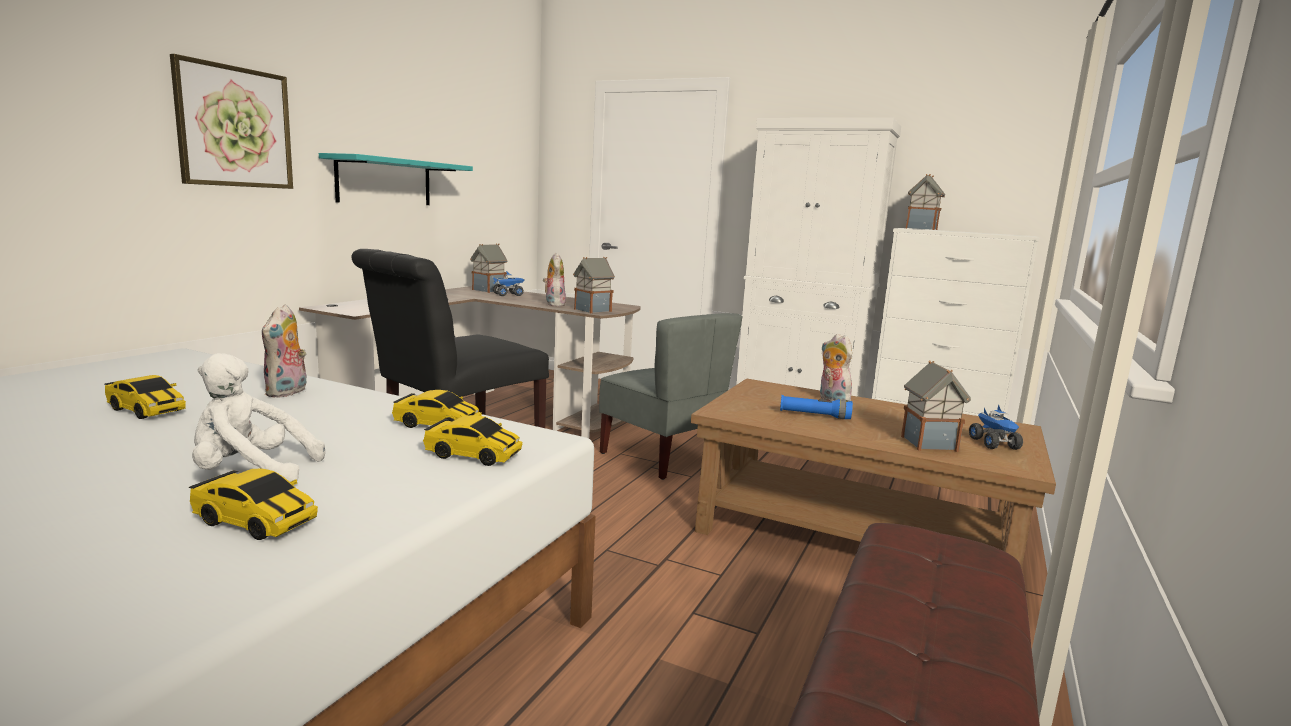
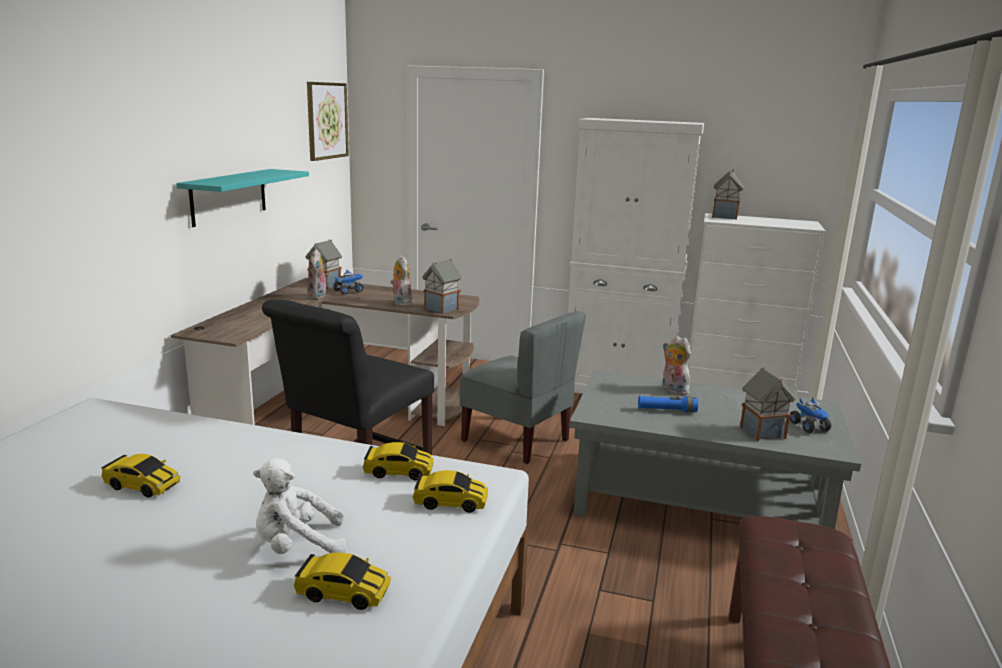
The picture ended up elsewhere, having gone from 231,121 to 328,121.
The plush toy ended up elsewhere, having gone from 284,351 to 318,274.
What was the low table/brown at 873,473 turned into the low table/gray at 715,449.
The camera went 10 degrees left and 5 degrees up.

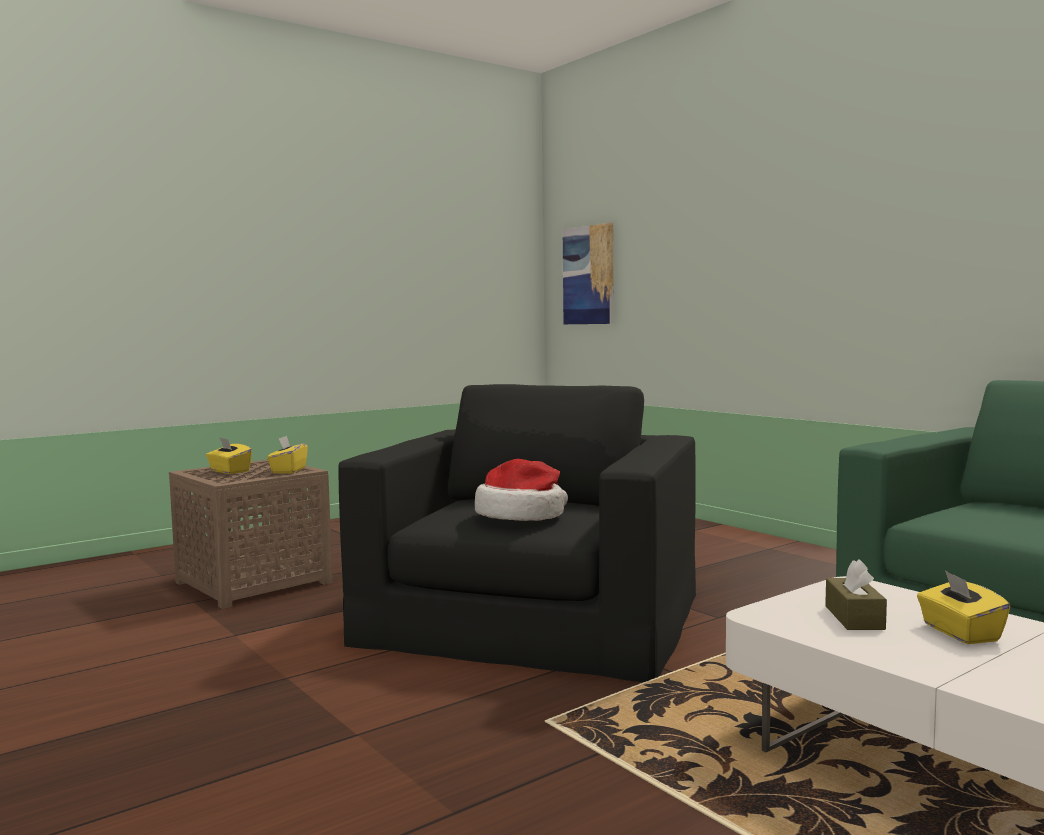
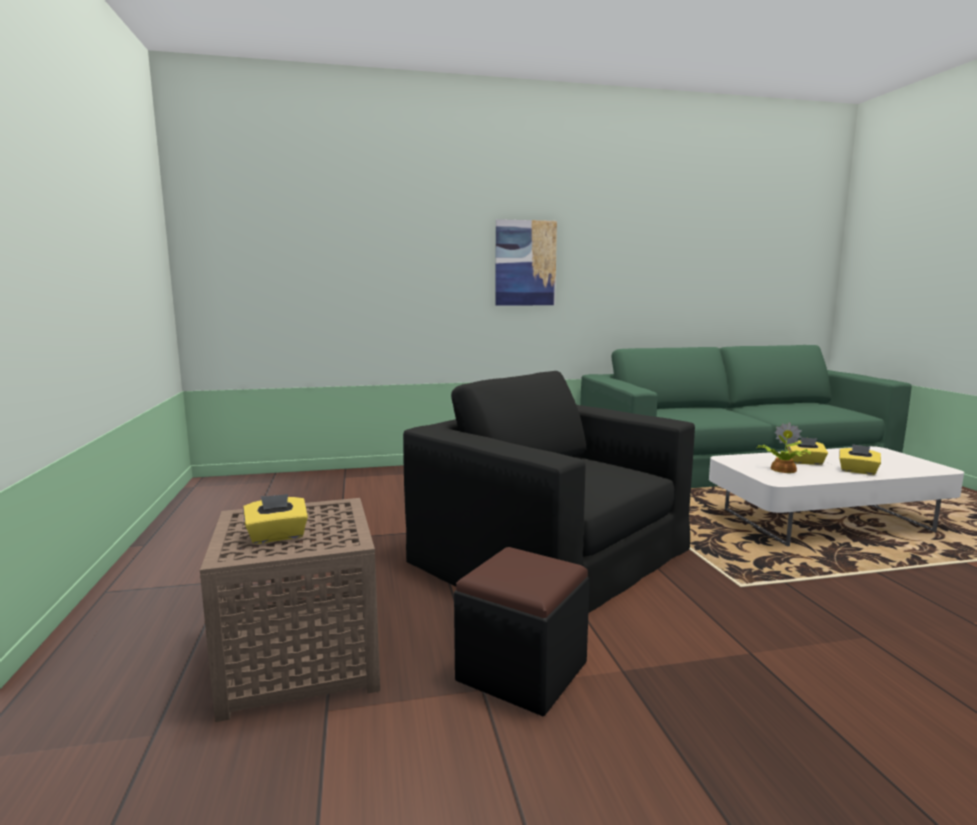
The second view lost the wearable hat at 521,490.
The second view gained the pouffe/black at 522,631.
The box of tissues/yellowish ended up elsewhere, having gone from 287,454 to 860,459.
The picture ended up elsewhere, having gone from 588,273 to 526,262.
Where the box of tissues/brown stood at 856,594, the potted plant came to stand at 784,447.
The camera went 65 degrees left and 5 degrees up.

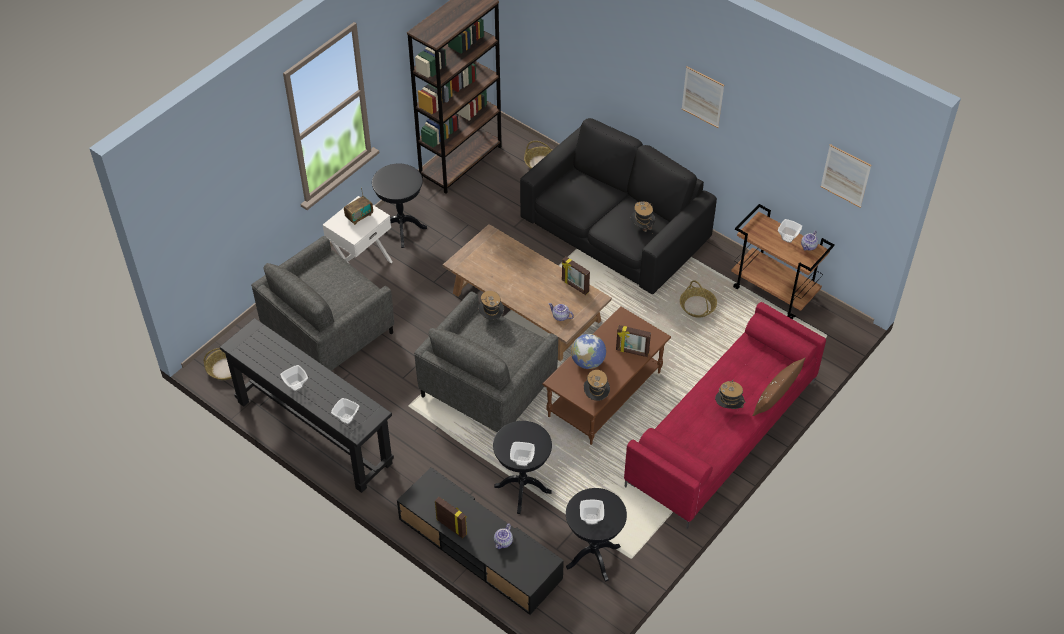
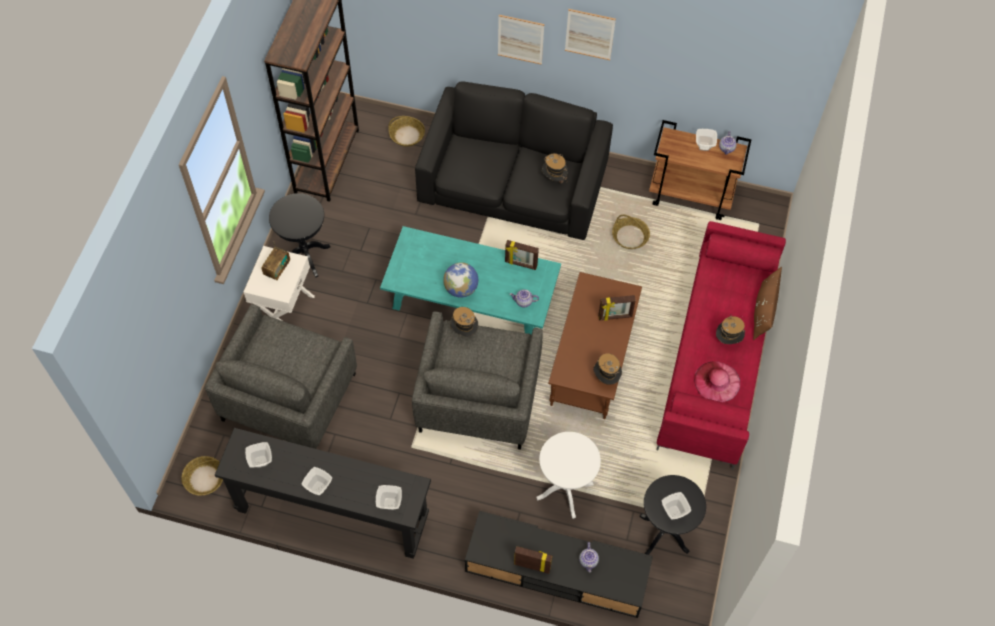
The second view gained the wearable hat/pink-coloured at 717,381.
The bowl ended up elsewhere, having gone from 522,454 to 258,455.
The globe ended up elsewhere, having gone from 588,351 to 460,280.
The picture ended up elsewhere, having gone from 846,176 to 521,40.
What was the low table/brown at 527,292 turned into the low table/turquoise at 470,280.
What was the end table/black at 522,467 turned into the end table/white-coloured at 568,475.
The camera went 25 degrees left and 10 degrees up.

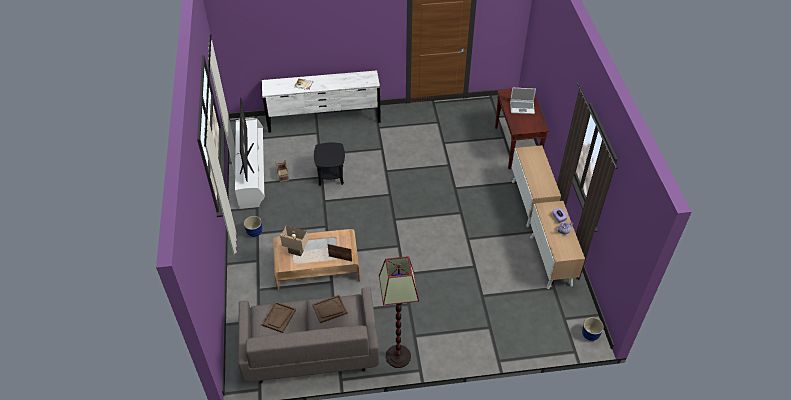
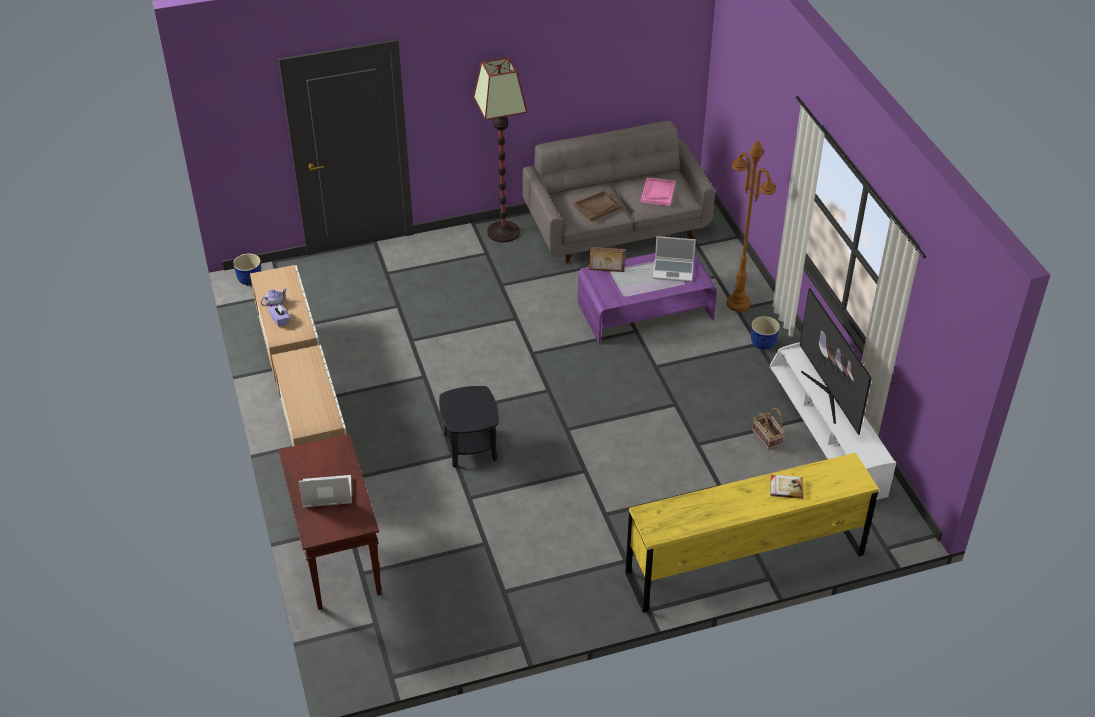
The second view gained the floor lamp/brown at 751,226.
The end table/black ended up elsewhere, having gone from 329,164 to 469,427.
Where the table lamp/sand-coloured stood at 294,241, the notebook computer came to stand at 674,259.
What was the drawer chest/white-coloured at 321,101 turned into the drawer chest/yellowish at 752,533.
What was the carrying tray/brown at 279,317 turned into the carrying tray/pink-coloured at 658,191.
What was the low table/brown at 316,260 turned into the low table/purplish at 647,298.
The camera went 170 degrees right and 5 degrees down.

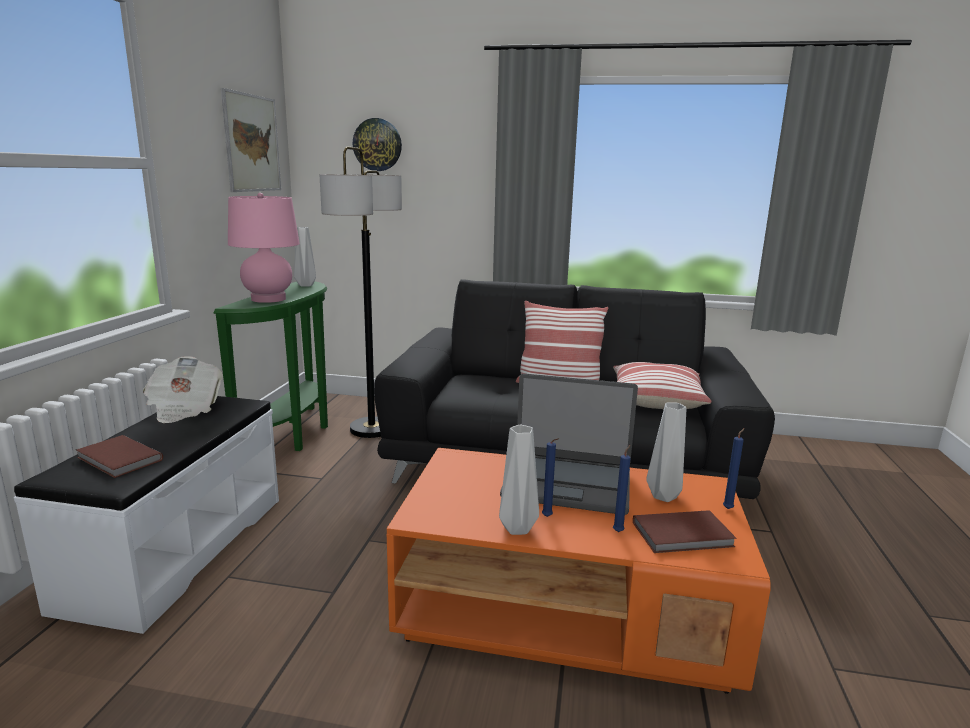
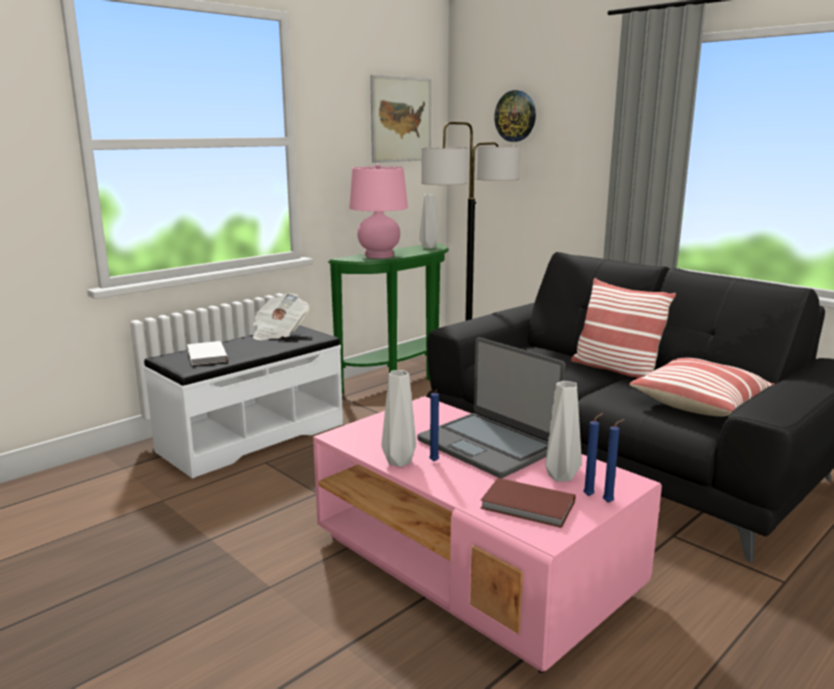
The wax light/blue-coloured ended up elsewhere, having gone from 621,488 to 593,454.
What was the book/brown at 119,456 turned into the book/white-coloured at 207,353.
What was the low table/orange-coloured at 579,571 turned into the low table/pink-coloured at 487,534.
The camera went 35 degrees right and 0 degrees up.

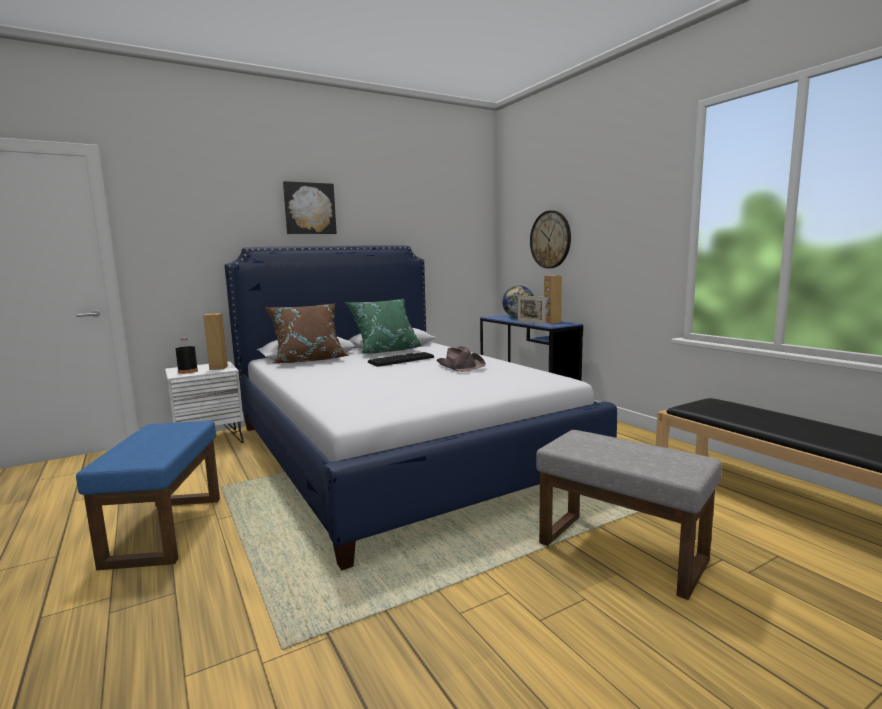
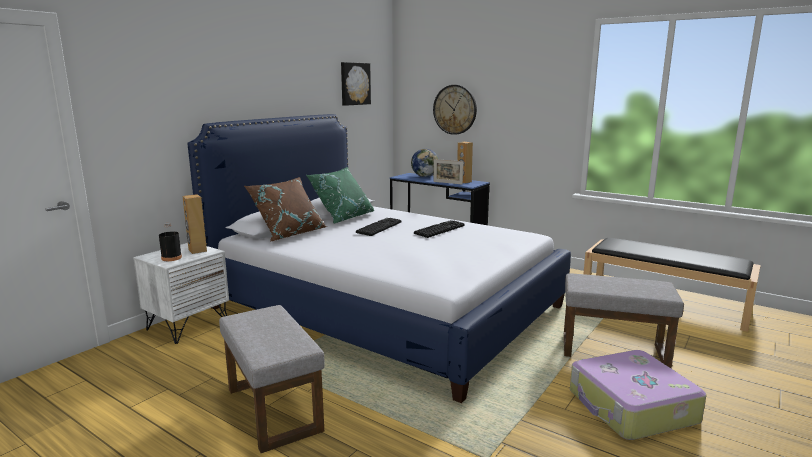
The second view gained the travel case at 638,395.
The picture ended up elsewhere, having gone from 310,207 to 356,84.
Where the wearable hat/brown stood at 461,359, the PC keyboard came to stand at 439,229.
What was the pouffe/blue-coloured at 148,496 turned into the pouffe/gray at 272,379.
The camera went 25 degrees left and 5 degrees up.

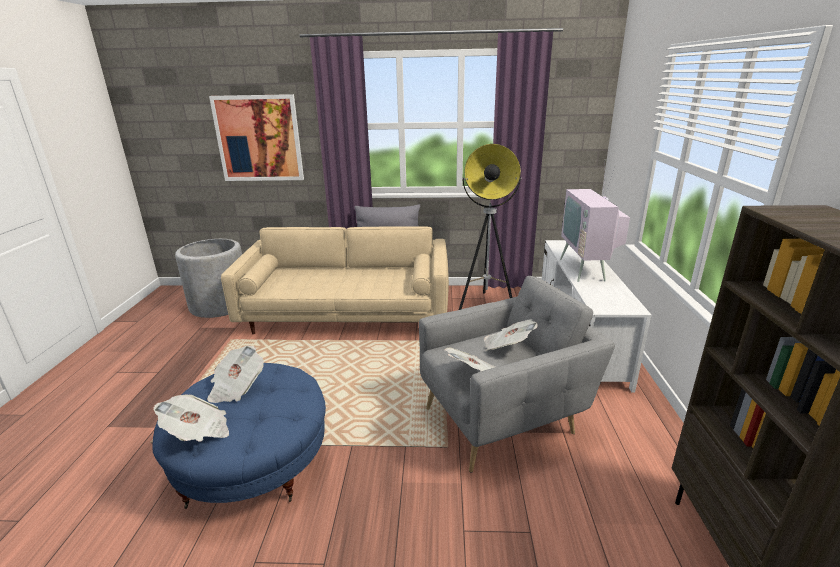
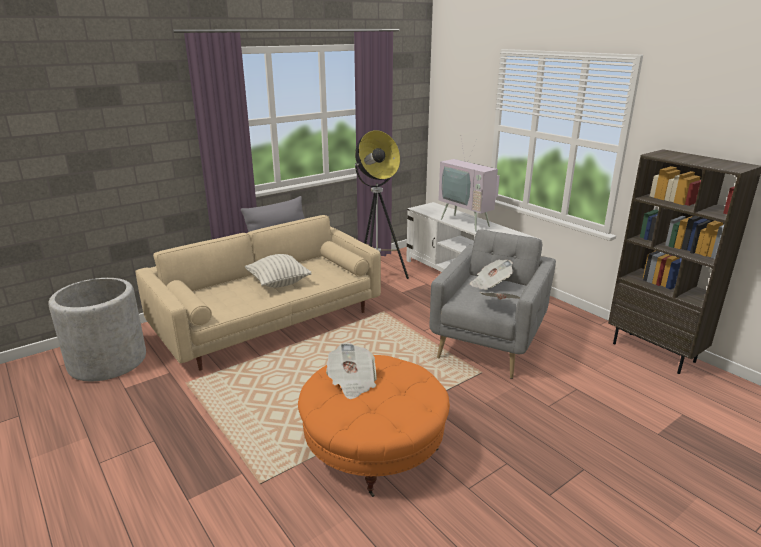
The second view lost the printed paper at 191,418.
The second view lost the picture at 256,137.
The second view gained the pillow at 278,271.
What was the pouffe/blue-coloured at 239,436 turned into the pouffe/orange-coloured at 374,426.
The camera went 40 degrees left and 0 degrees up.

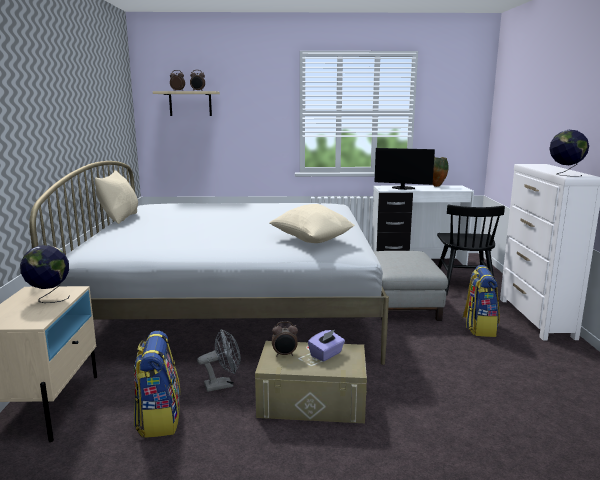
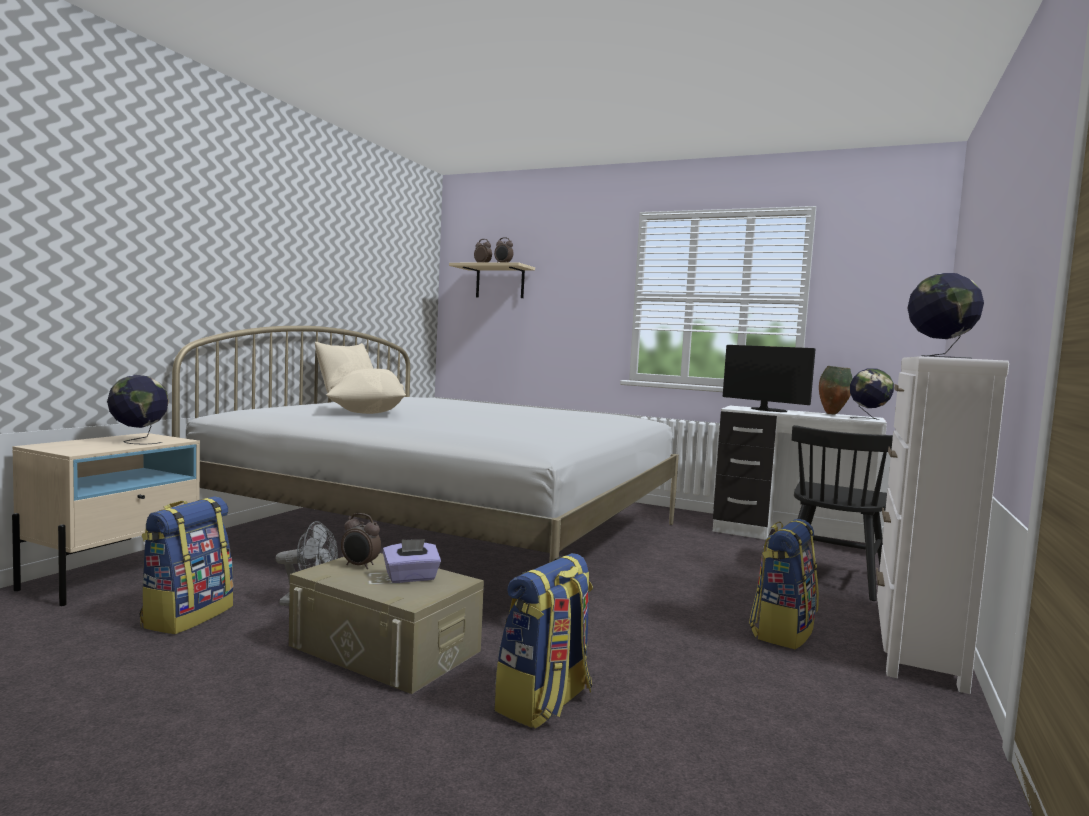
The second view lost the pouffe/gray at 411,286.
The second view gained the rucksack at 544,641.
The second view gained the globe at 872,394.
The pillow/sand-coloured ended up elsewhere, having gone from 312,223 to 366,391.
The camera went 25 degrees right and 10 degrees down.

